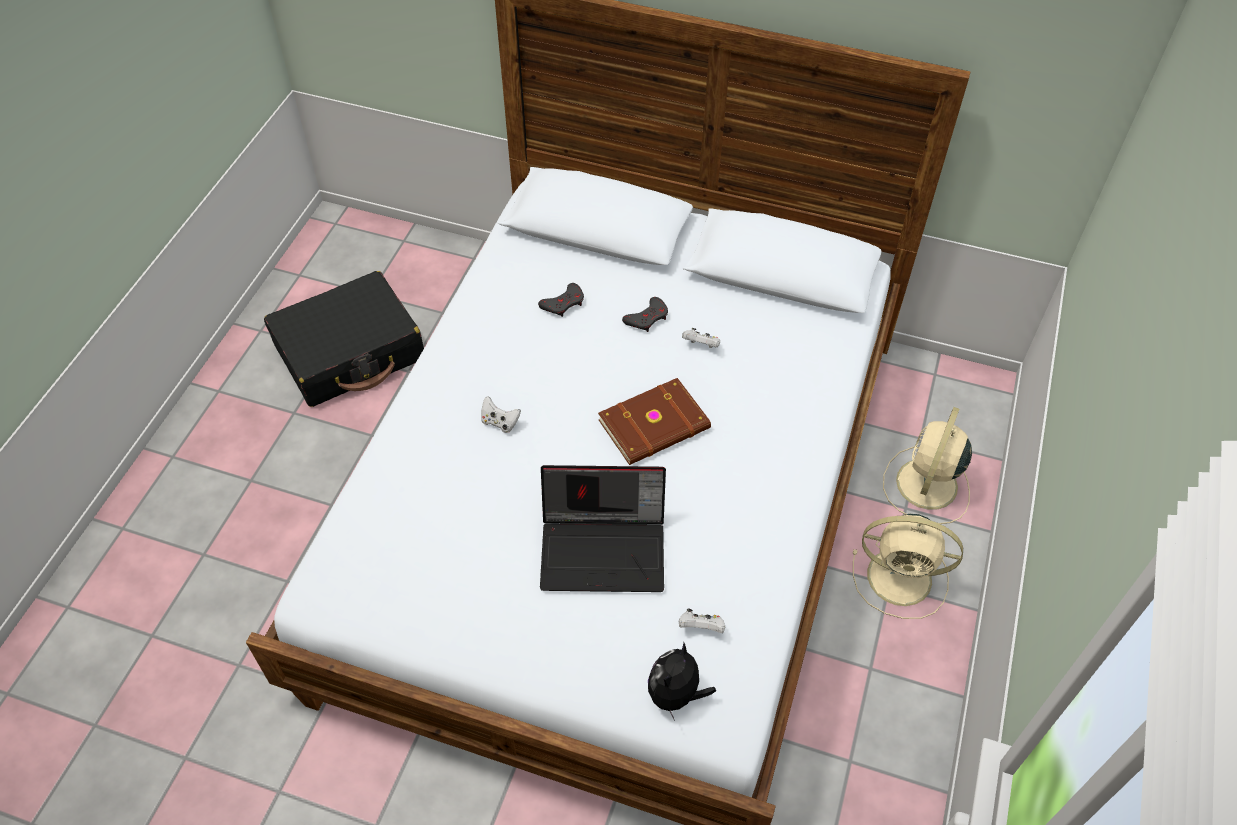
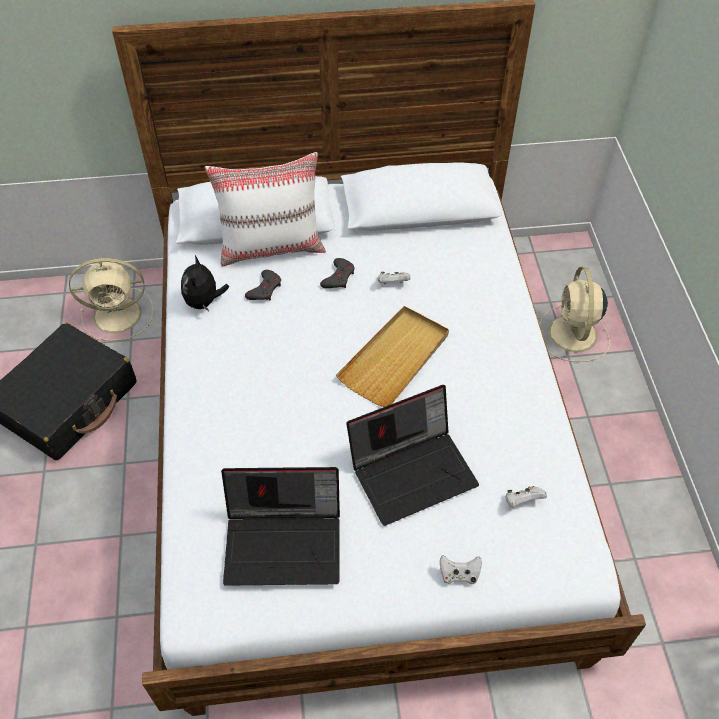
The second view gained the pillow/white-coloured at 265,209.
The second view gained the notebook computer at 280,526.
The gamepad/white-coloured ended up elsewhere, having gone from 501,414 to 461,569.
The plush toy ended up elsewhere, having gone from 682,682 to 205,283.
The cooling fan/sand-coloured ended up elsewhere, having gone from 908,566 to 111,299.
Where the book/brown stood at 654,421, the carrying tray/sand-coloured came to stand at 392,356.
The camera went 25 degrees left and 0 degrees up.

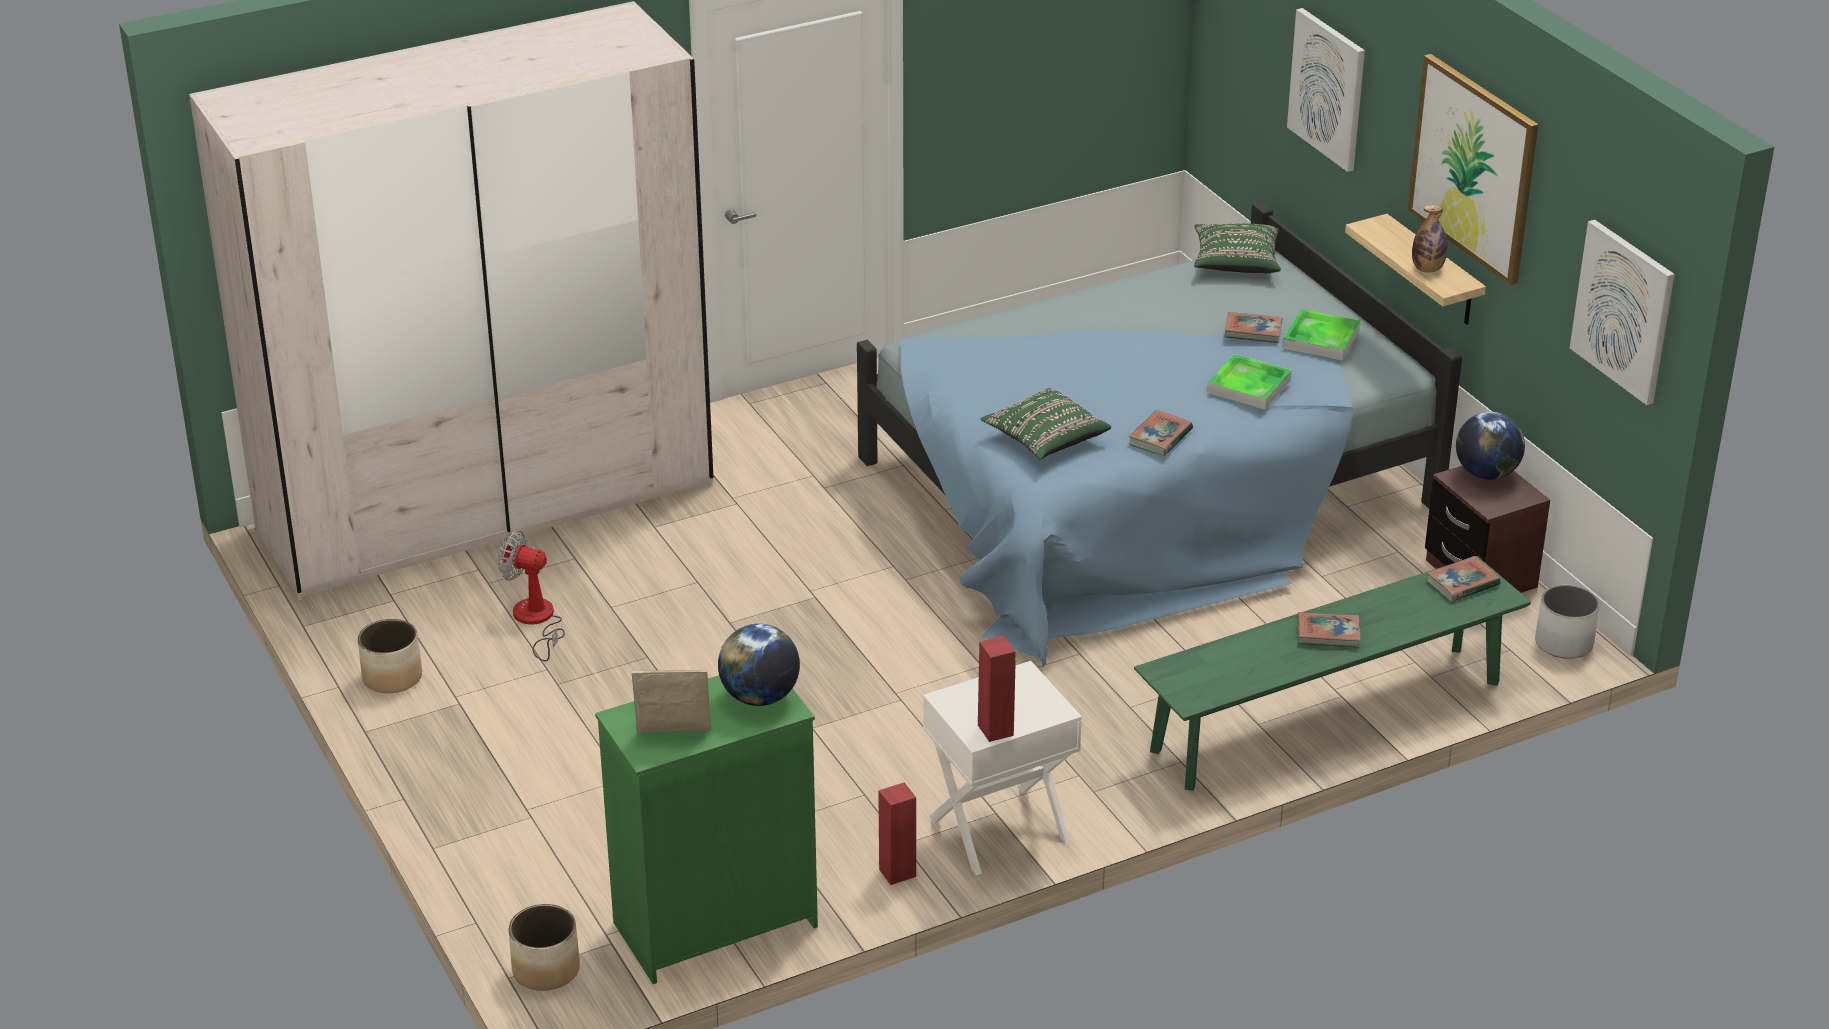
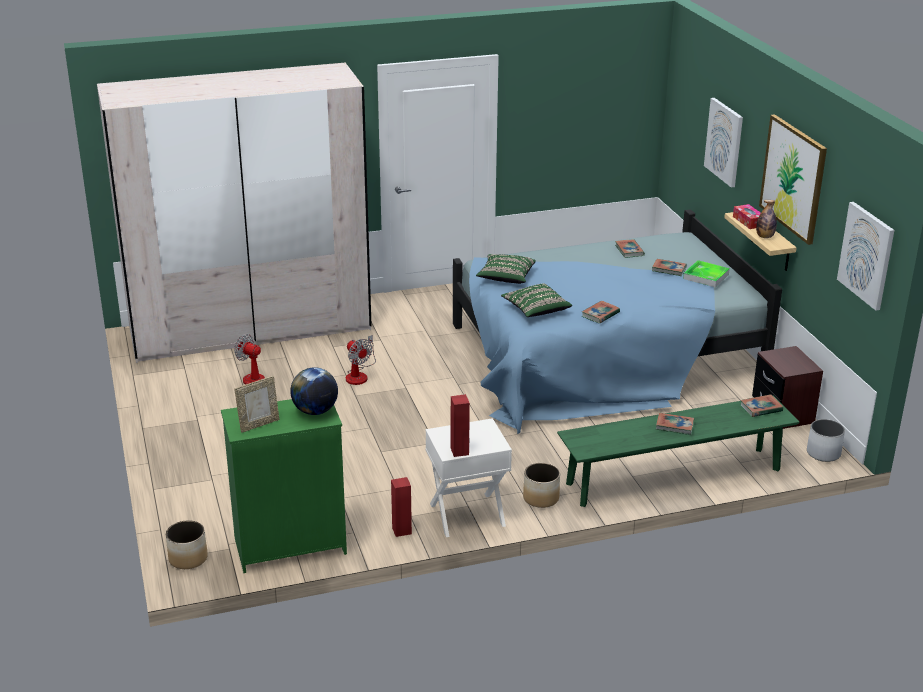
The second view lost the carrying tray at 1249,382.
The second view lost the globe at 1490,446.
The second view gained the cooling fan at 361,360.
The second view gained the book at 630,249.
The second view gained the box of tissues at 747,216.
The flower pot ended up elsewhere, having gone from 390,656 to 541,485.
The pillow/green ended up elsewhere, having gone from 1237,248 to 506,269.
The picture frame at 671,701 ended up facing another way, 135 degrees clockwise from before.
The camera went 10 degrees right and 5 degrees down.

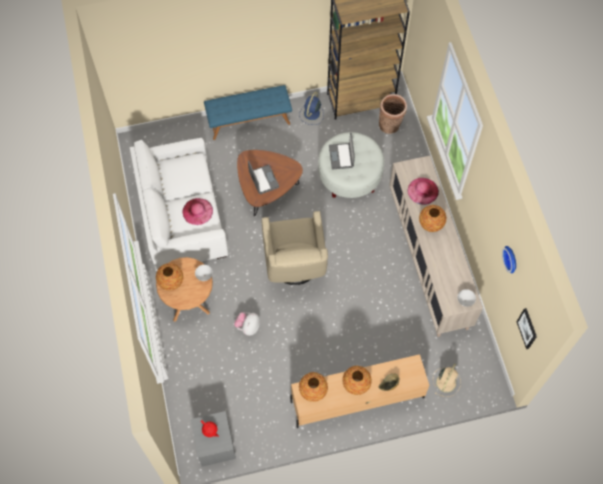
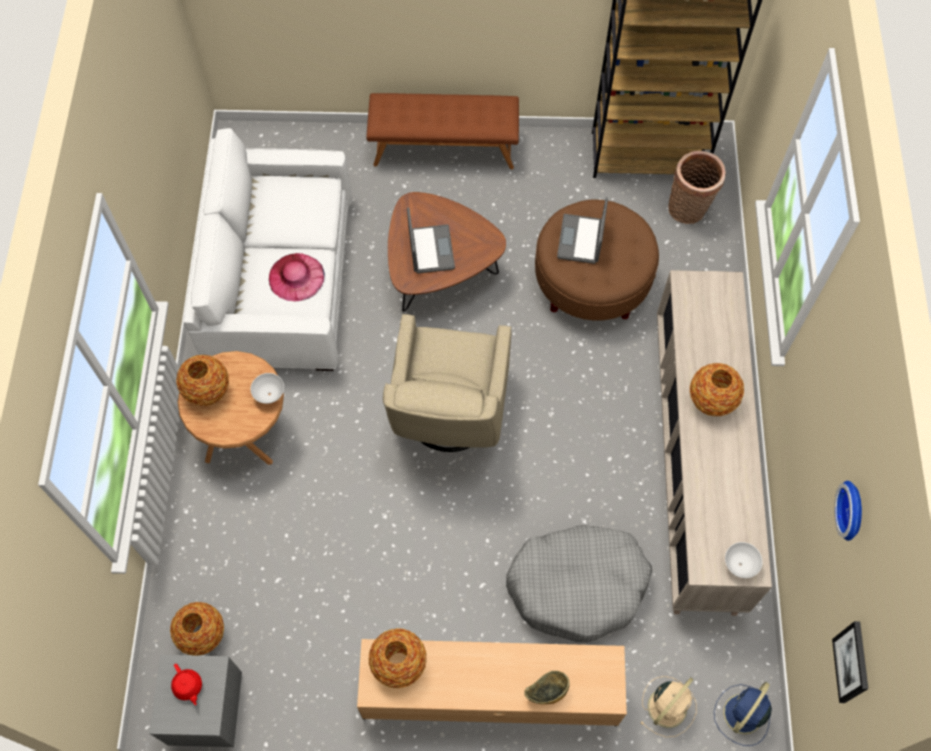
The second view lost the plush toy at 247,324.
The second view lost the wearable hat/pink-coloured at 423,191.
The second view gained the dog bed/gray at 579,584.
The cooling fan/blue-coloured ended up elsewhere, having gone from 311,108 to 743,714.
The vase ended up elsewhere, having gone from 357,380 to 197,629.
What was the long seat/blue-coloured at 248,112 turned into the long seat/brown at 442,131.
What was the pouffe/white-coloured at 351,165 turned into the pouffe/brown at 597,260.
The camera went 15 degrees right and 0 degrees up.

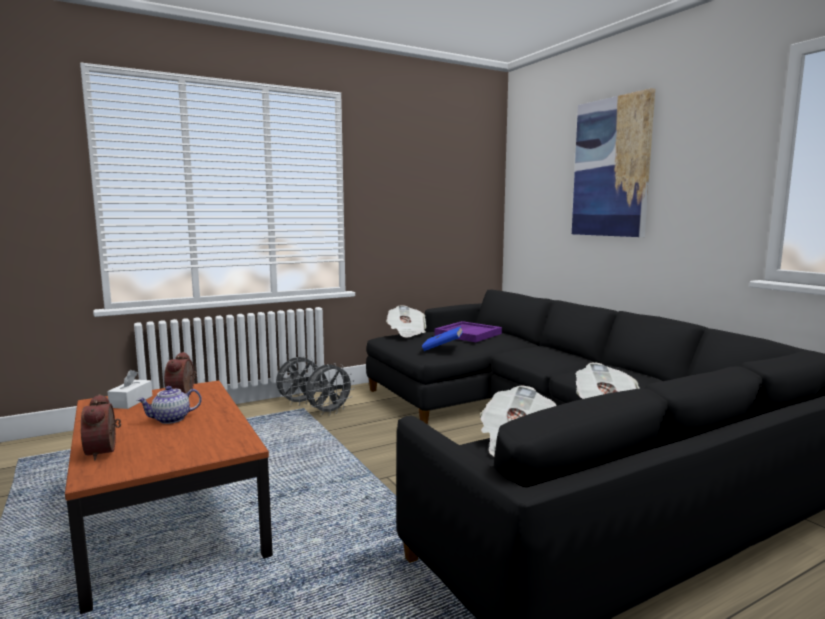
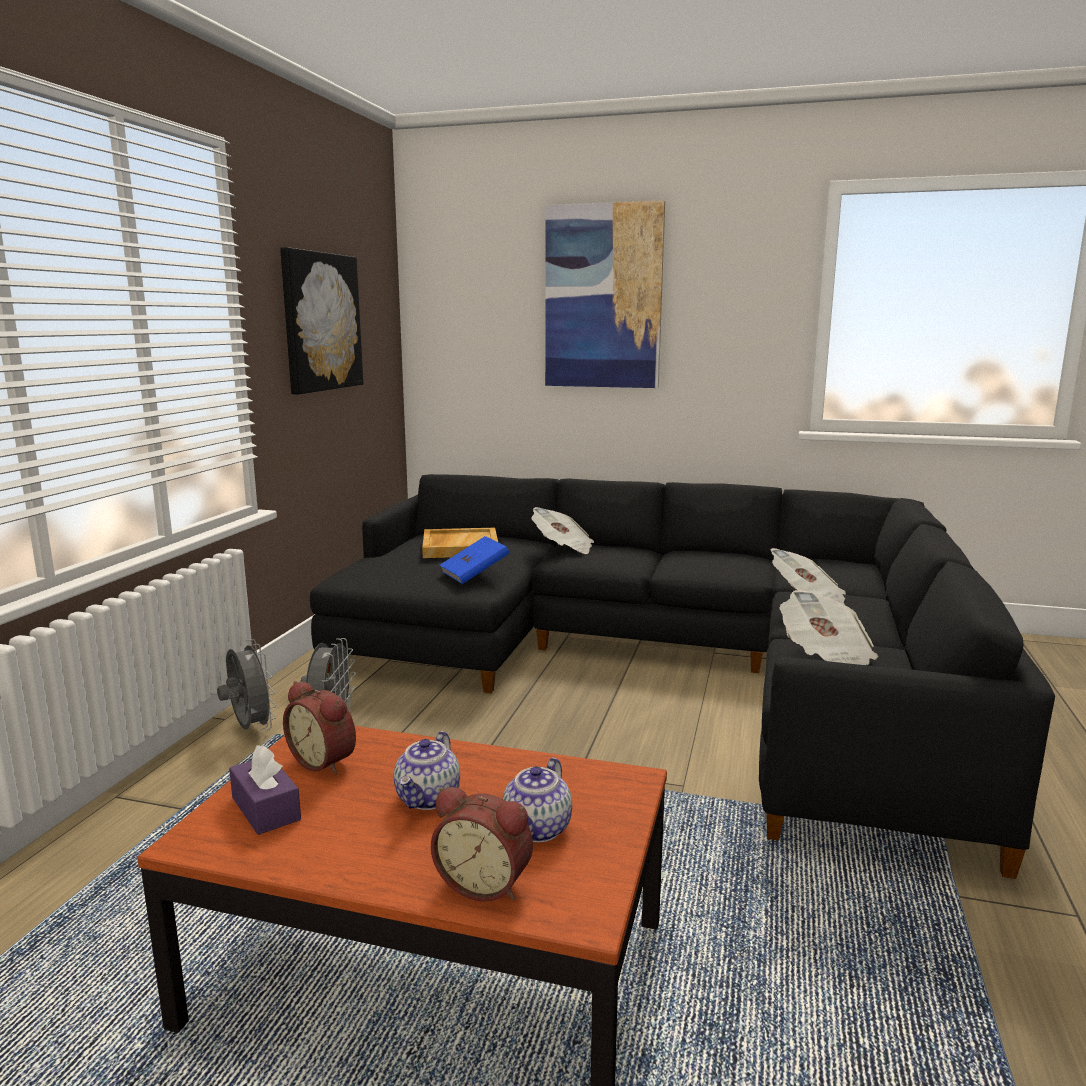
The second view gained the picture at 322,321.
The second view gained the pot for tea at 537,800.
The printed paper ended up elsewhere, having gone from 406,321 to 562,530.
What was the box of tissues/white-coloured at 129,389 turned into the box of tissues/purplish at 265,790.
What was the carrying tray/purplish at 468,331 turned into the carrying tray/sand-coloured at 460,543.
The cooling fan/gray at 298,381 ended up facing another way, 45 degrees counterclockwise from before.
The camera went 45 degrees left and 5 degrees up.

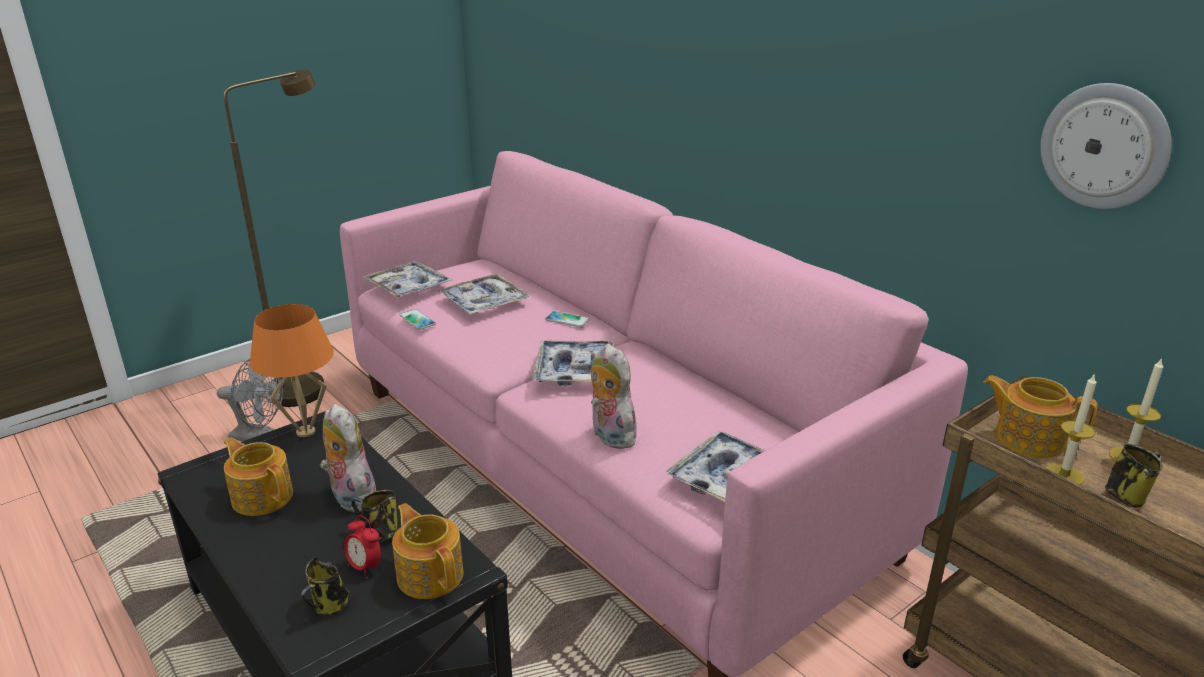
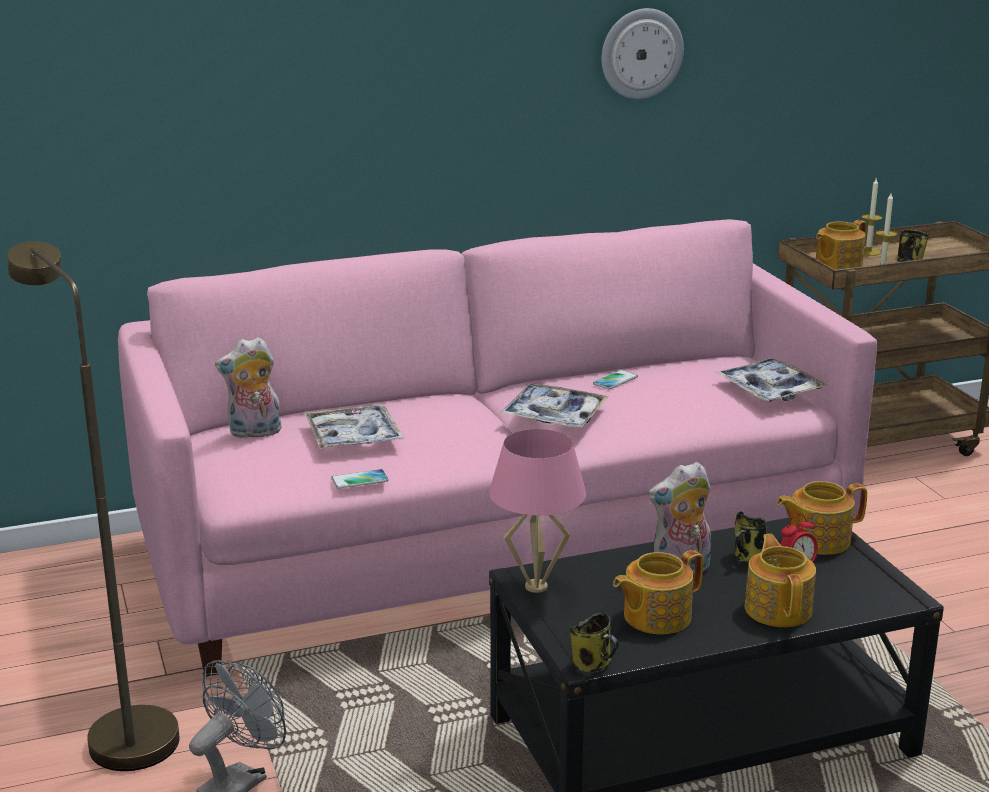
The second view lost the carrying tray at 408,279.
The second view gained the pot for tea at 780,580.
The mug ended up elsewhere, having gone from 325,586 to 594,643.
The phone ended up elsewhere, having gone from 567,319 to 615,380.
The plush toy ended up elsewhere, having gone from 613,396 to 248,388.
The hanging clock ended up elsewhere, having gone from 1106,146 to 642,53.
What was the table lamp/orange-coloured at 292,370 turned into the table lamp/pink-coloured at 537,511.
The camera went 70 degrees left and 5 degrees down.

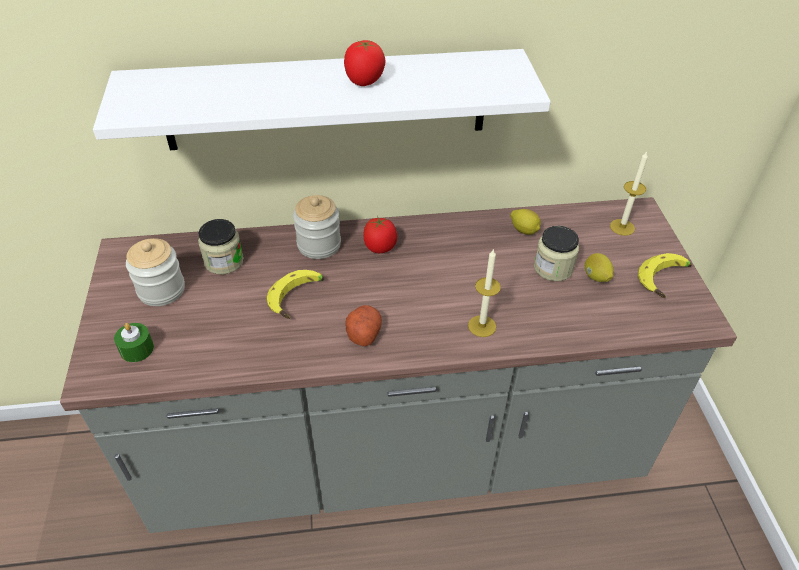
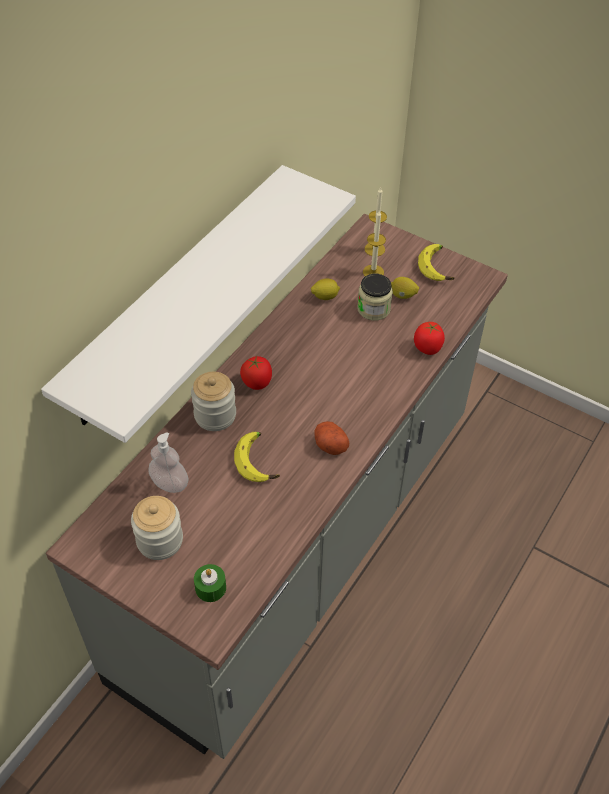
The whole tomato ended up elsewhere, having gone from 365,63 to 429,338.
The wax light ended up elsewhere, having gone from 484,293 to 374,243.
Where the jar stood at 221,246, the soap bottle came to stand at 168,463.
The camera went 50 degrees left and 5 degrees up.

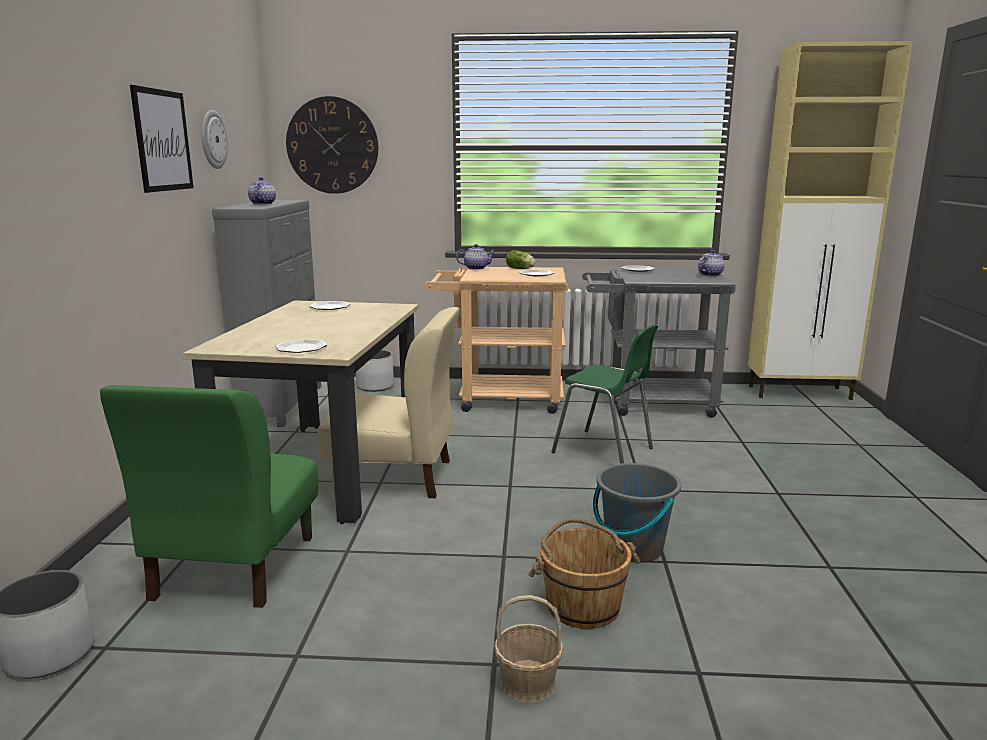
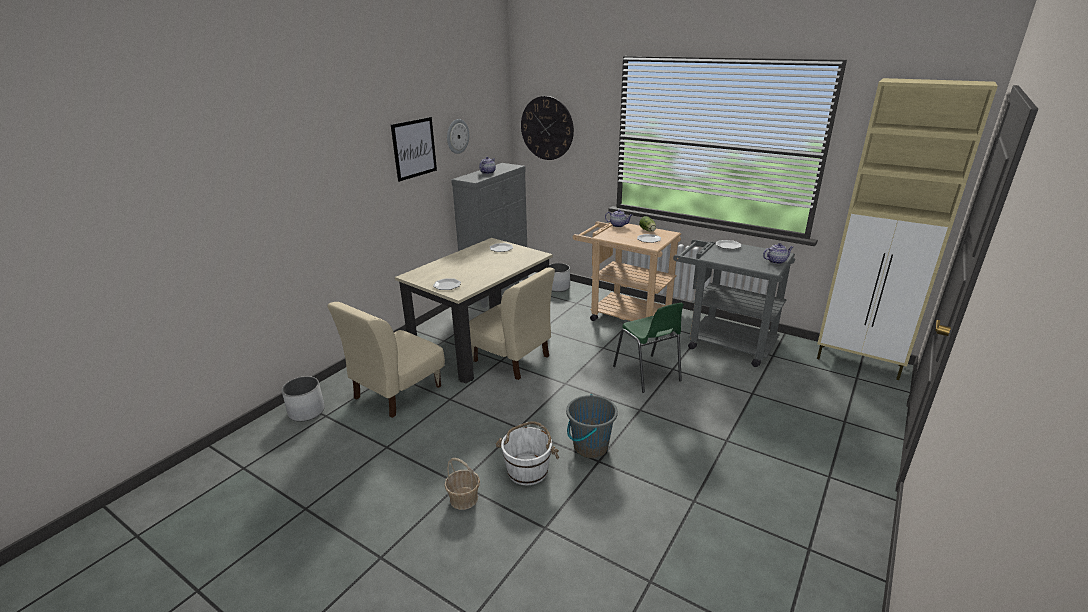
What was the upright chair/green at 209,496 turned into the upright chair/sand-coloured at 386,360.
What was the bucket/brown at 584,573 turned into the bucket/white-coloured at 527,453.
The camera went 30 degrees right and 10 degrees up.

